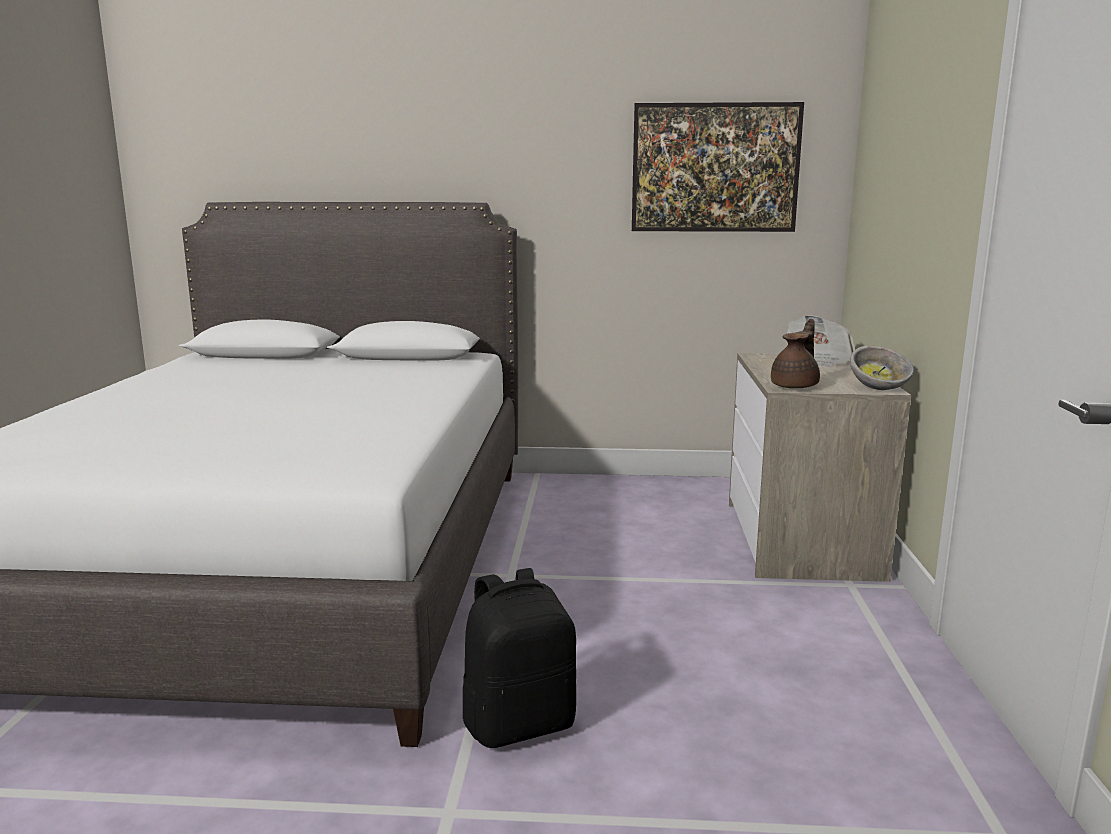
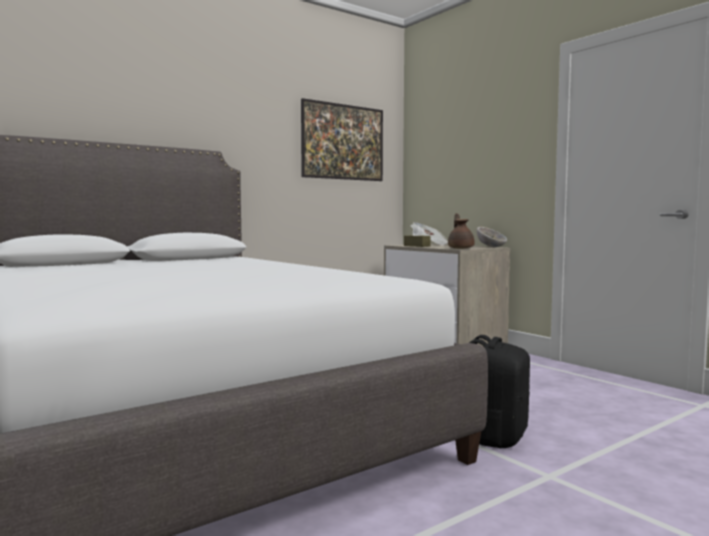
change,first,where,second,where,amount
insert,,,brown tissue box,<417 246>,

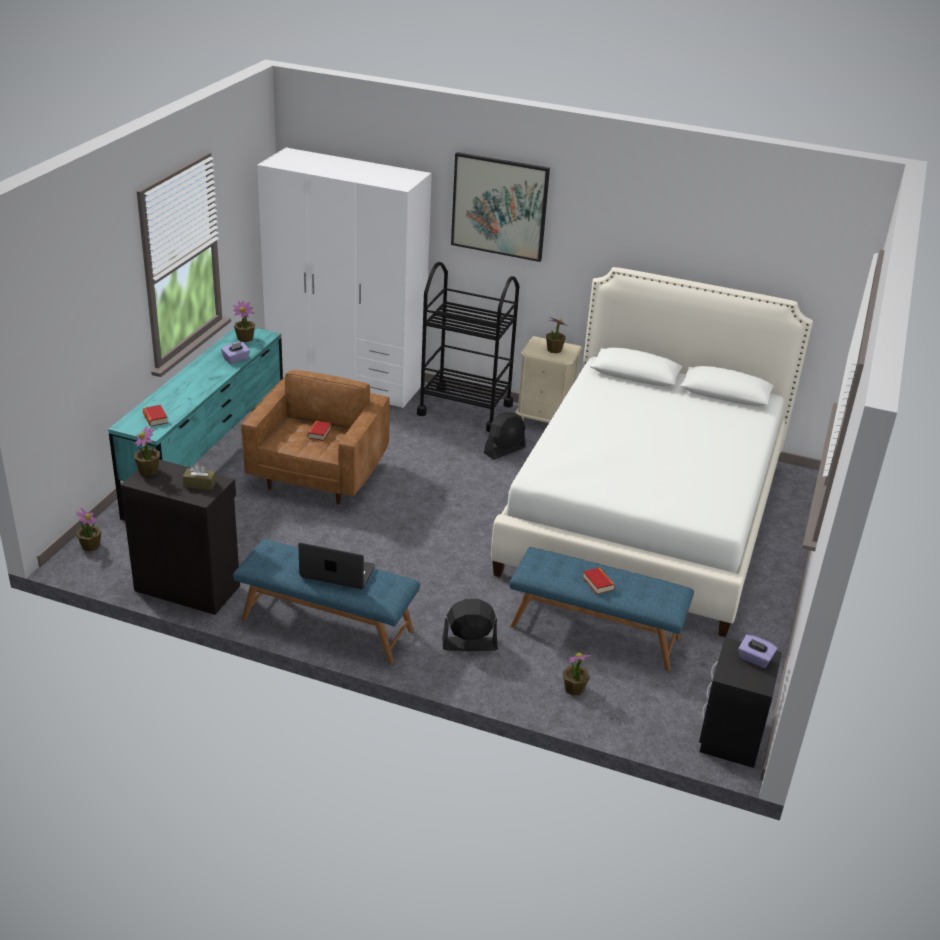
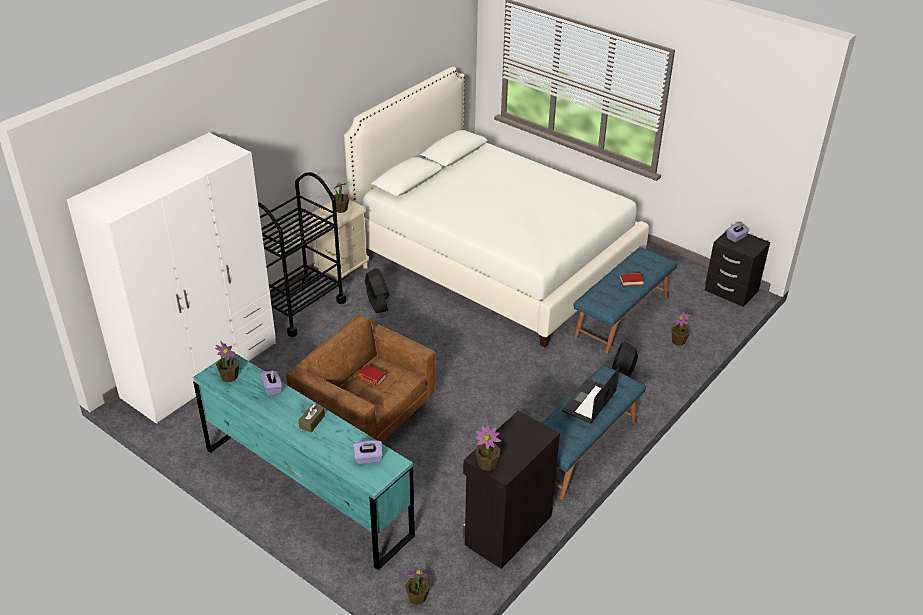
change,first,where,second,where,amount
delete,wall art,<499 206>,,,
replace,bound book,<155 418>,purple-coloured tissue box,<368 459>,
move,brown tissue box,<199 484>,,<312 422>,

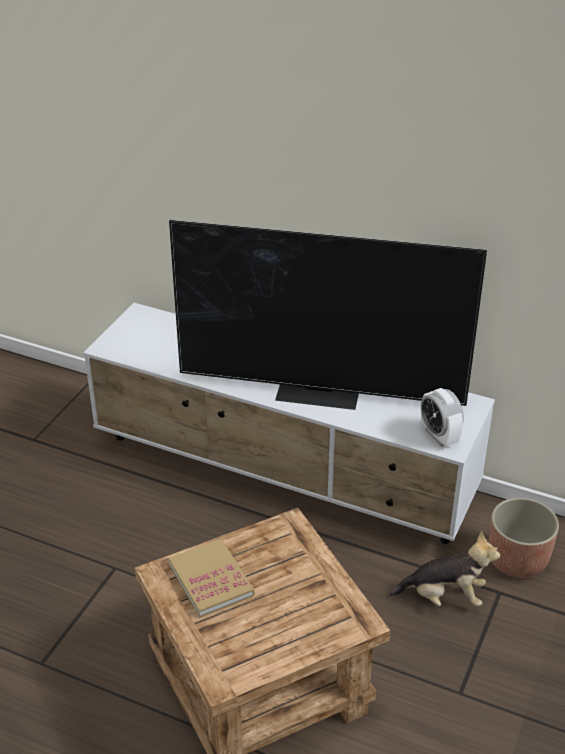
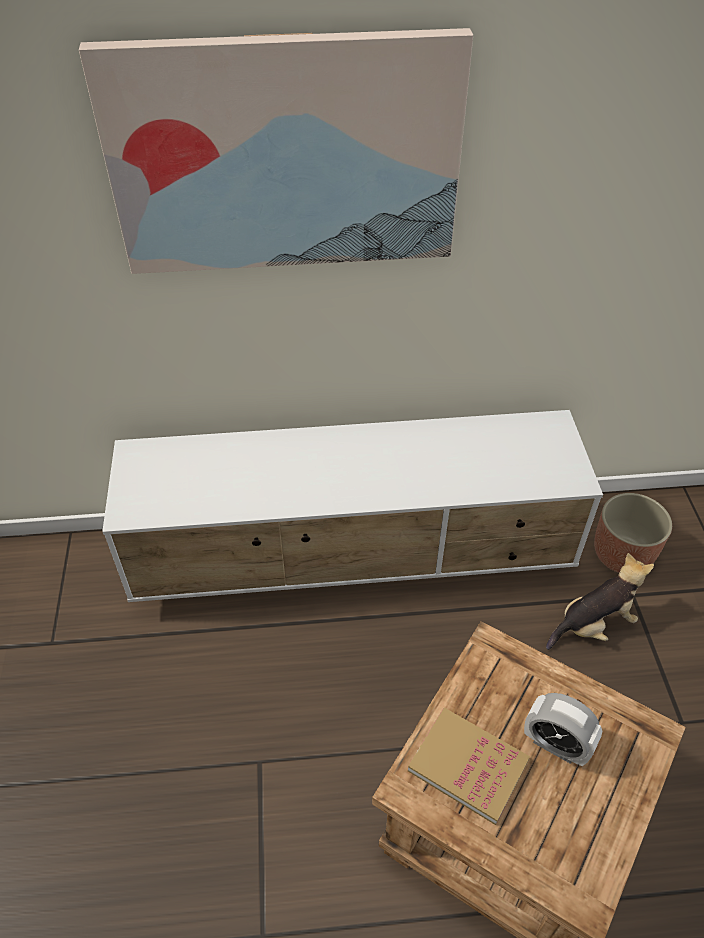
change,first,where,second,where,amount
delete,TV,<320 391>,,,
move,bedside clock,<439 436>,,<555 744>,
insert,,,wall art,<285 156>,

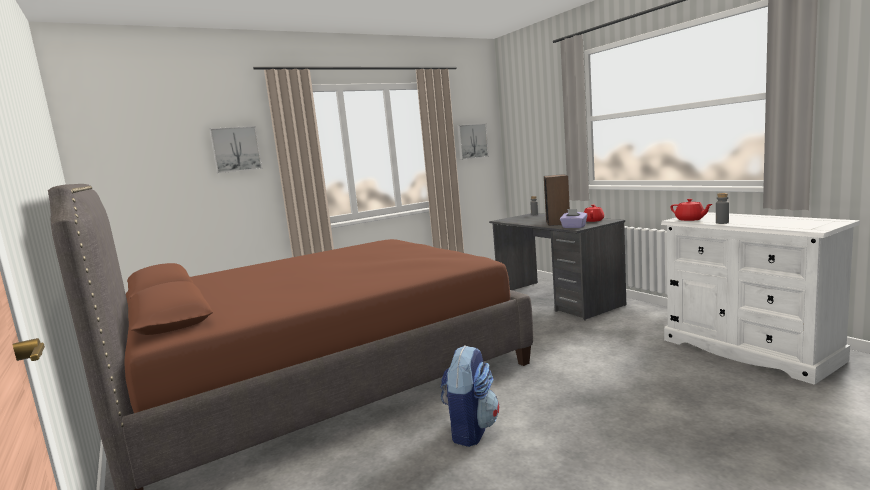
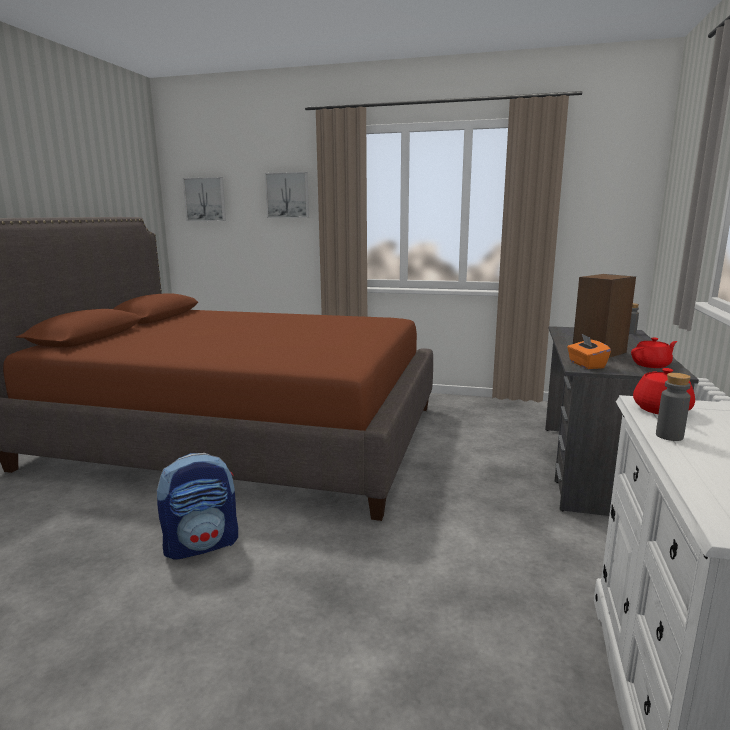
change,first,where,second,where,amount
move,wall art,<472 141>,,<205 199>,
recolor,purple-coloured tissue box,<573 227>,orangey tissue box,<586 365>,

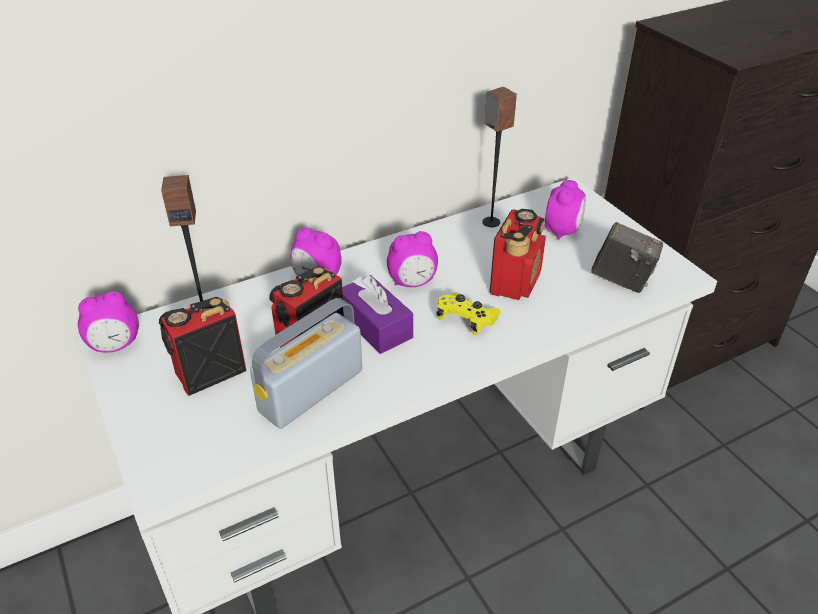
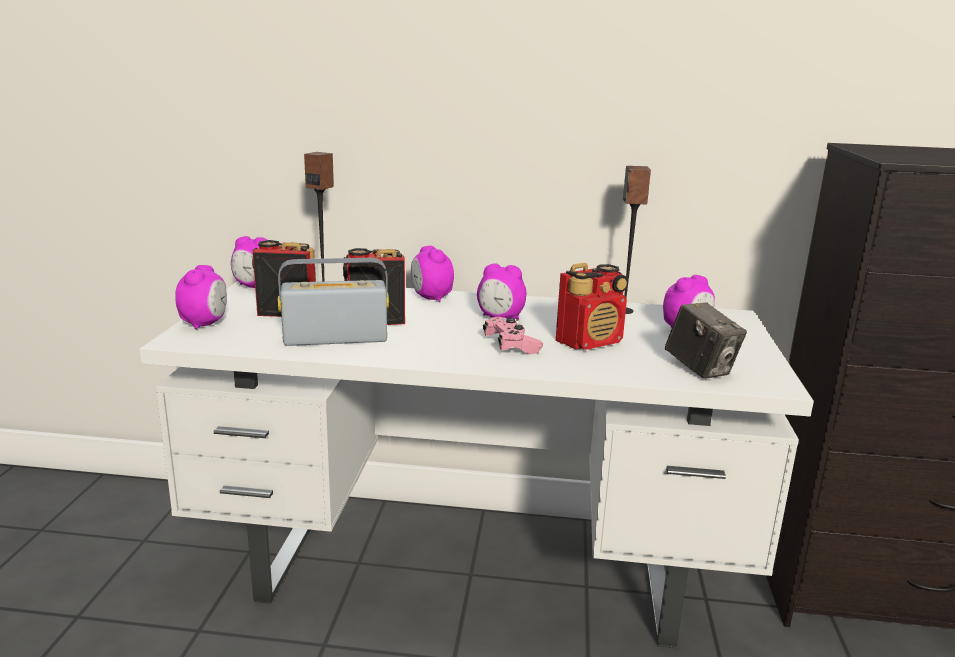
change,first,where,second,where,amount
delete,purple-coloured tissue box,<375 325>,,,
recolor,yellow-coloured joypad,<466 320>,pink joypad,<511 346>,
insert,,,bedside clock,<205 324>,

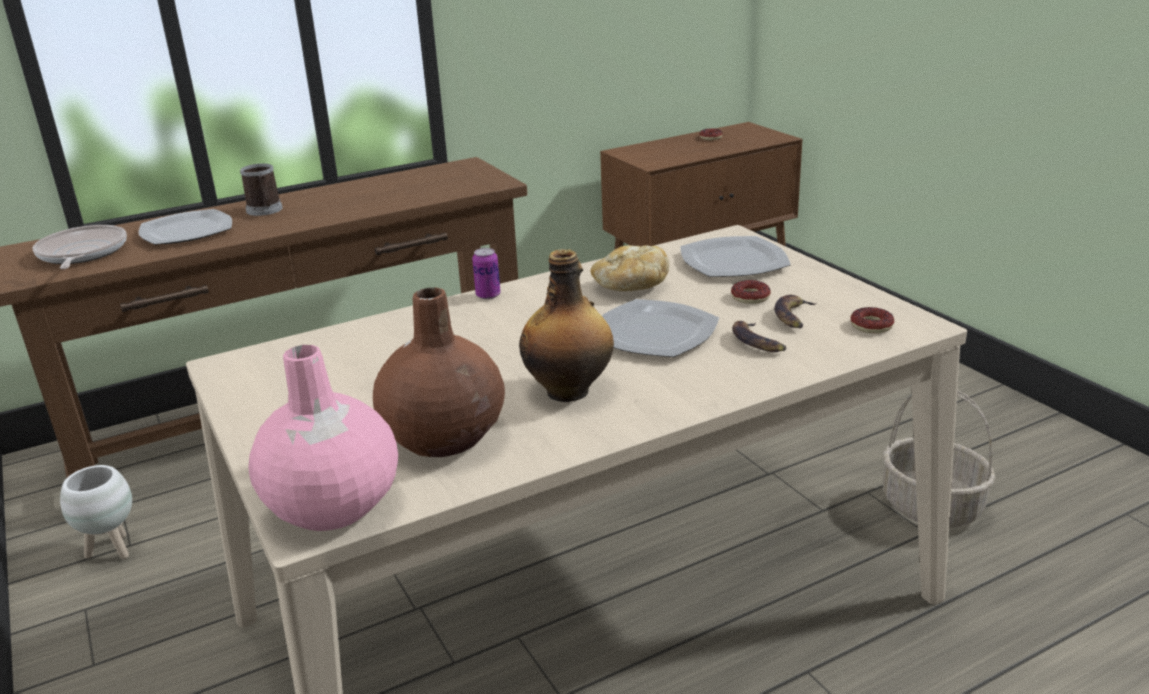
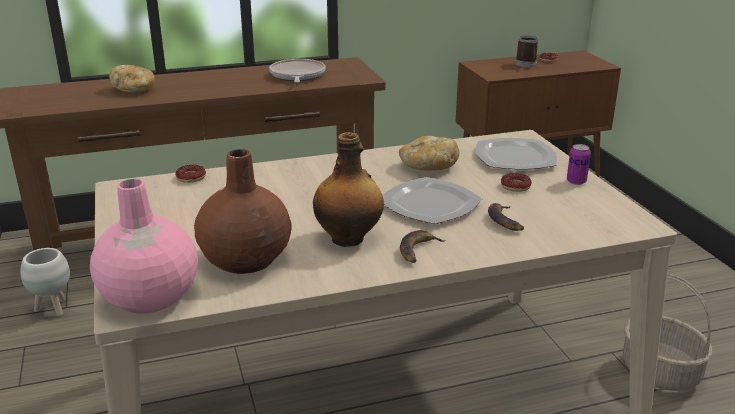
change,first,where,second,where,amount
move,tea mug,<265 211>,,<527 64>,
replace,dinner plate,<187 231>,bakery bread,<134 90>,
move,frying pan,<81 254>,,<297 76>,
move,metal can,<488 295>,,<576 181>,
move,whole banana,<794 316>,,<418 250>,
move,ring doughnut,<871 326>,,<191 177>,

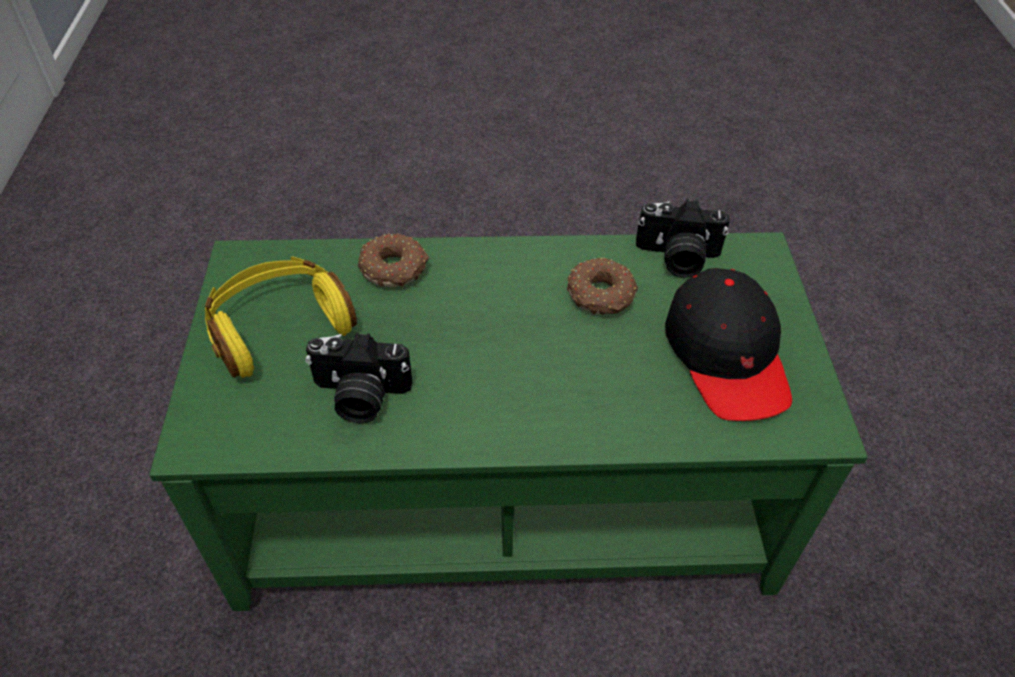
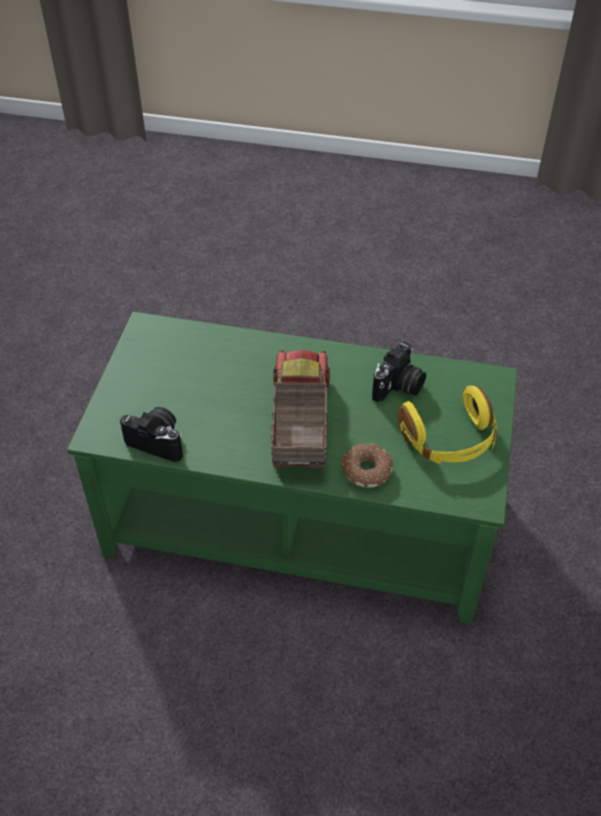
change,first,where,second,where,amount
delete,ring doughnut,<600 296>,,,
delete,black baseball cap,<726 356>,,,
rotate,still camera,<360 396>,,<399 387>,105 degrees clockwise
insert,,,toy lorry,<298 425>,

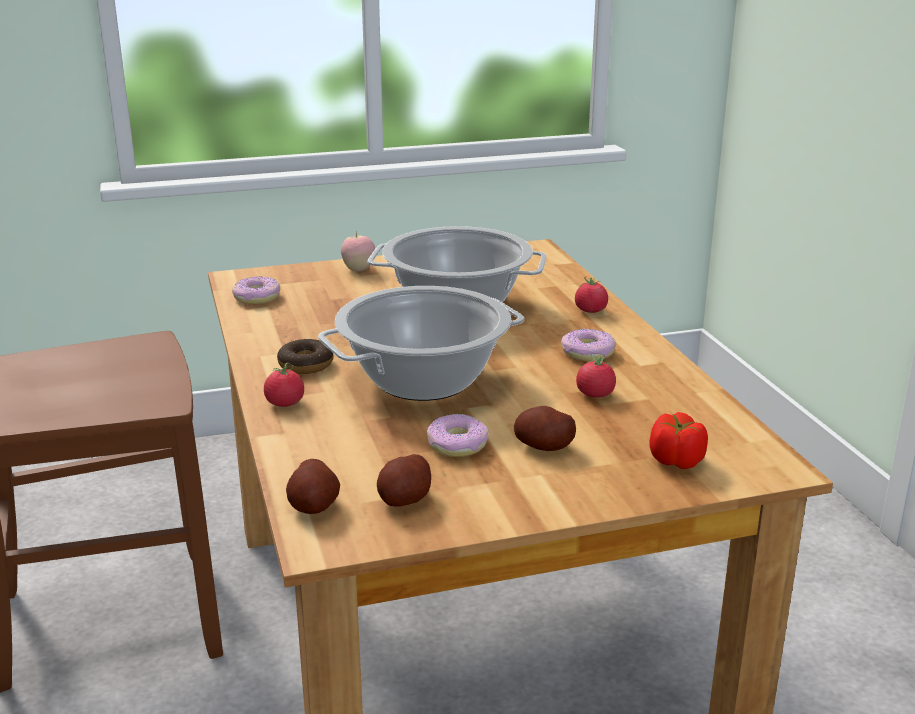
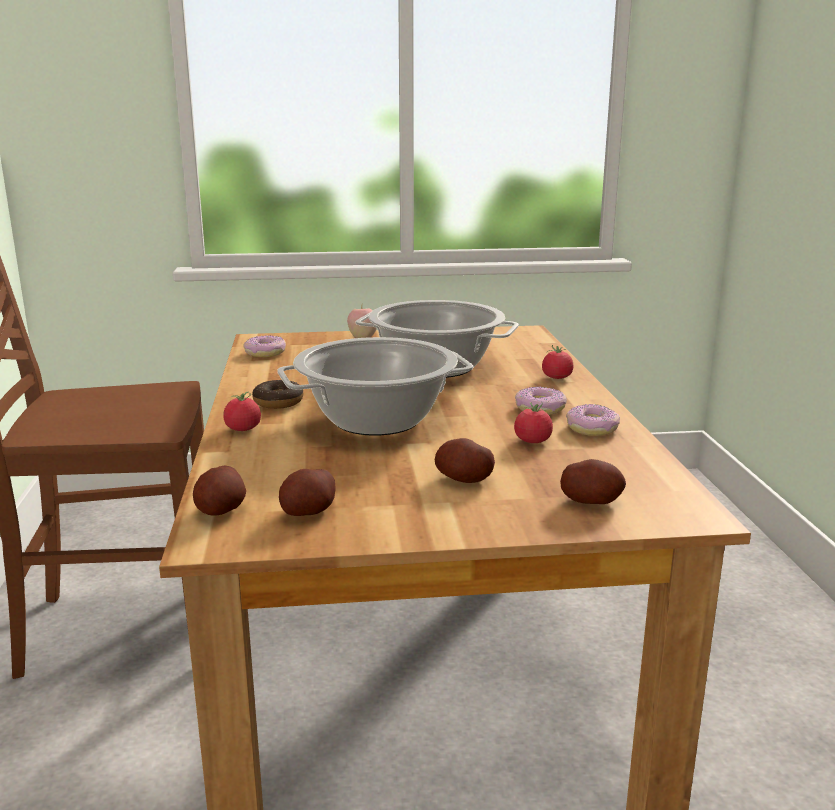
change,first,where,second,where,amount
replace,tomato,<676 461>,spud,<591 501>,
move,ring doughnut,<457 444>,,<592 428>,

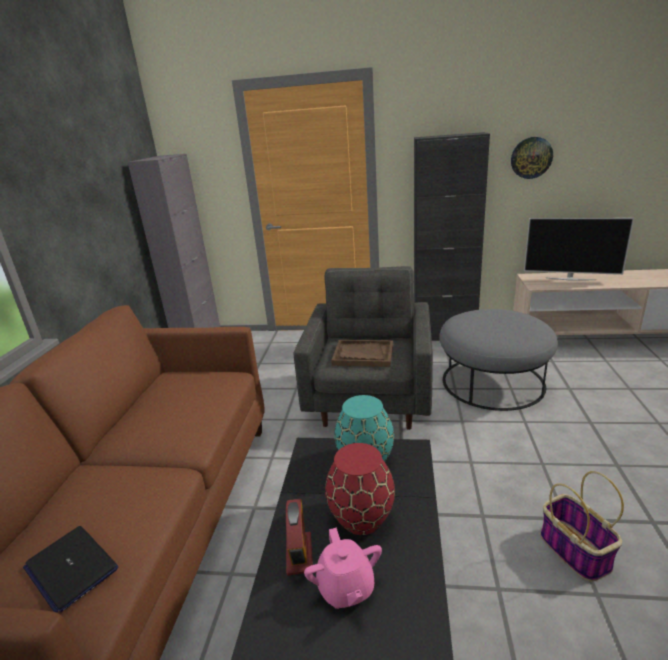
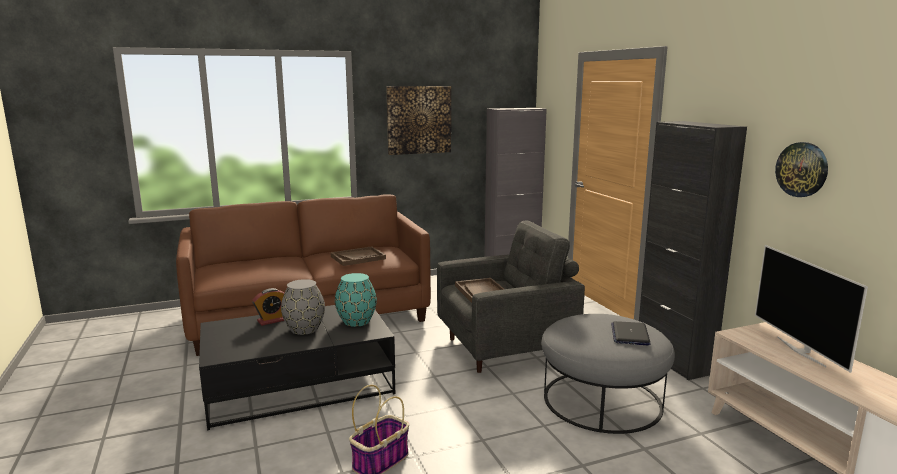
change,first,where,second,where,amount
recolor,red-coloured flower vase,<360 518>,grey flower vase,<304 329>,
move,laptop,<71 568>,,<630 334>,
delete,pink tea pot,<346 588>,,,
insert,,,wall art,<419 120>,
insert,,,brown carrying tray,<358 257>,

